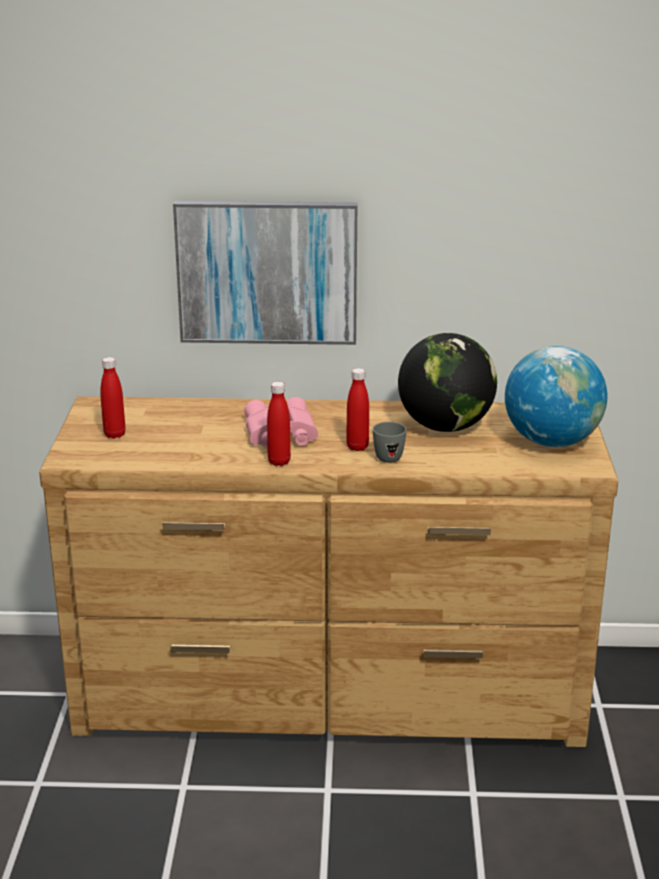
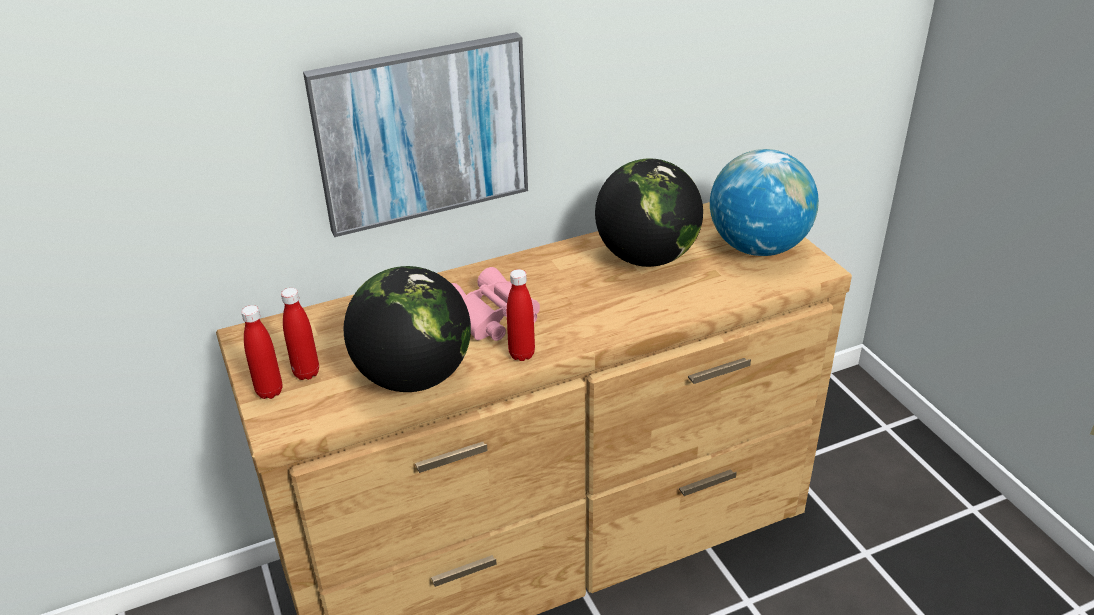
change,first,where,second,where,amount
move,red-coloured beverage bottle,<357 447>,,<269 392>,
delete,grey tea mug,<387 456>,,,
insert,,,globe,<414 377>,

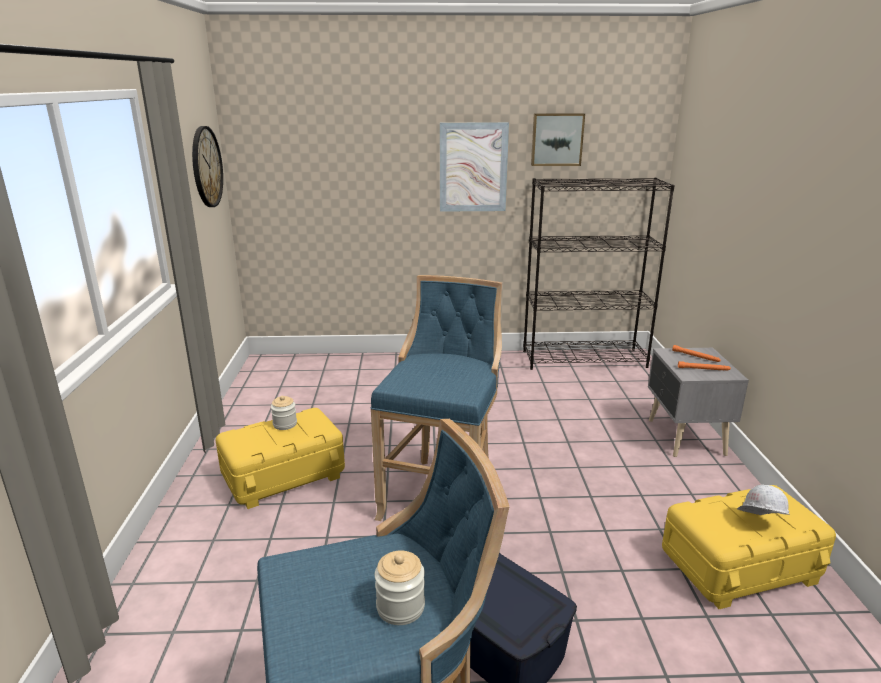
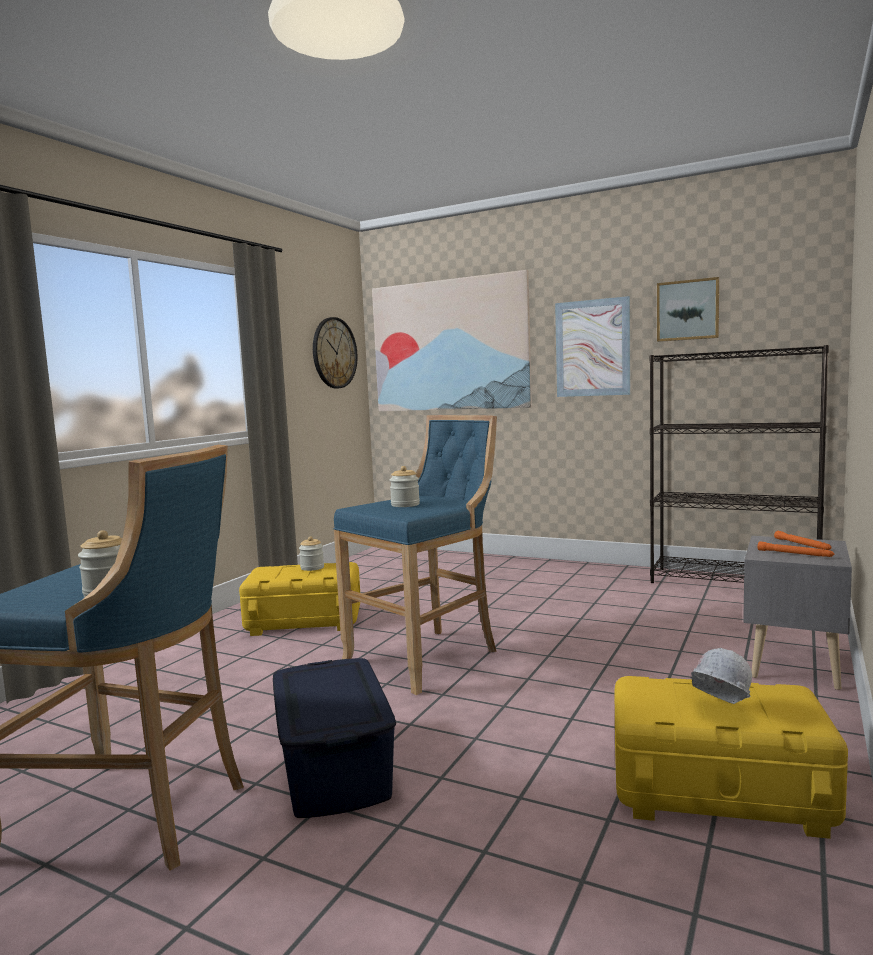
change,first,where,second,where,amount
insert,,,wall art,<450 345>,
insert,,,preserve jar,<405 505>,

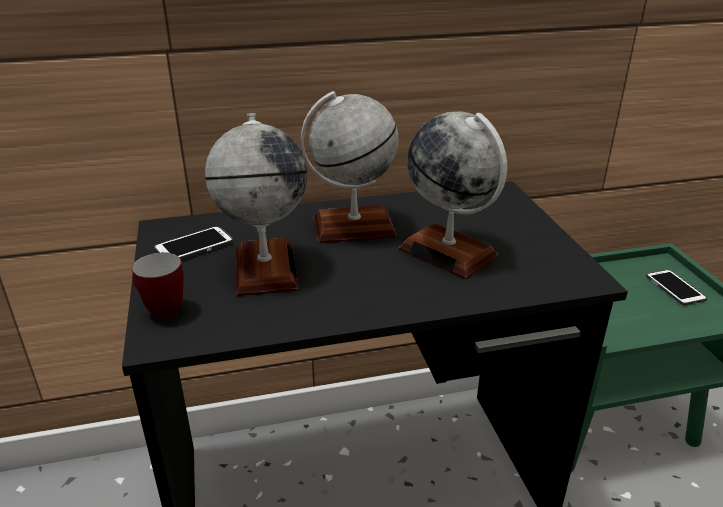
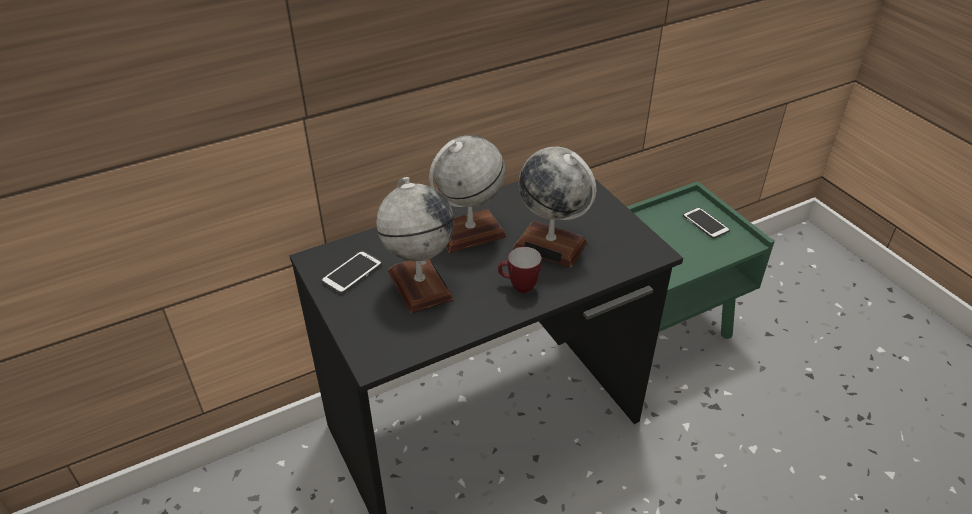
change,first,where,second,where,amount
move,tea mug,<160 311>,,<518 287>,

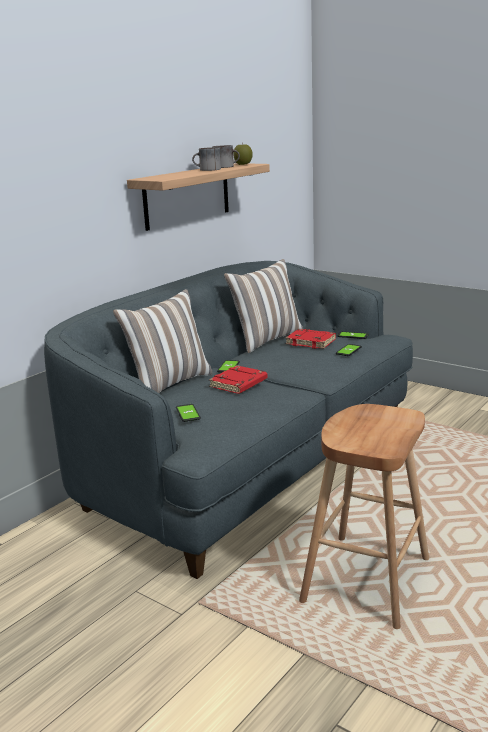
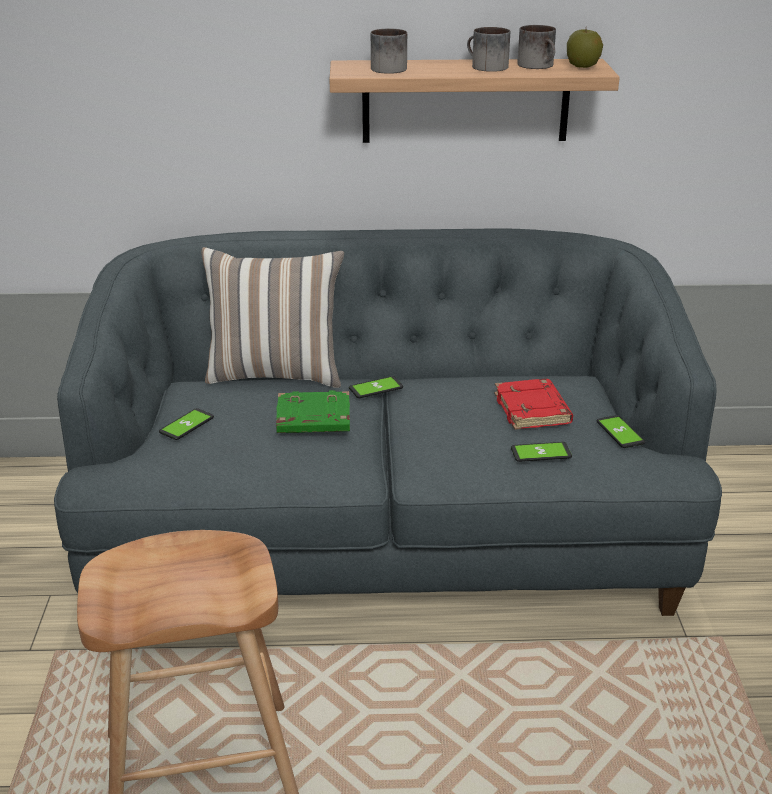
change,first,where,second,where,amount
delete,pillow,<266 340>,,,
recolor,red-coloured bound book,<239 384>,greenish bound book,<312 420>,
insert,,,tea mug,<389 68>,

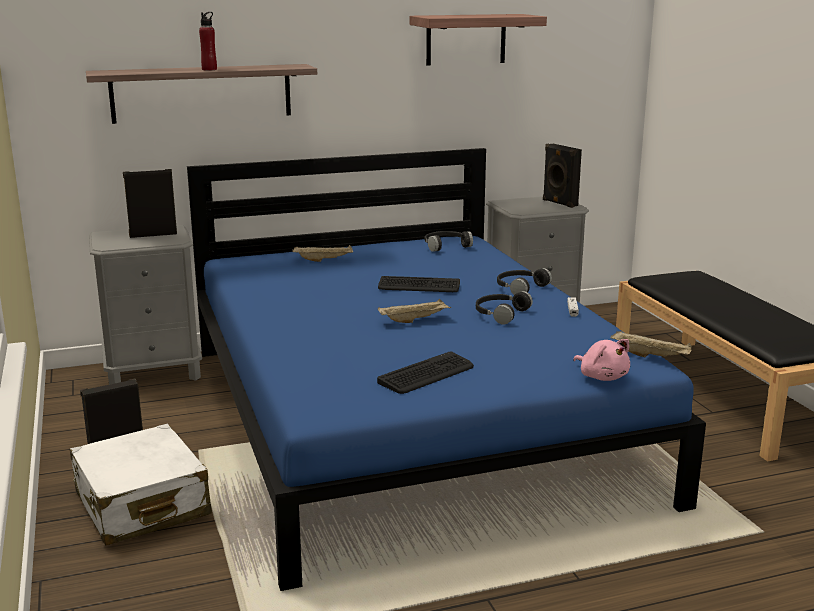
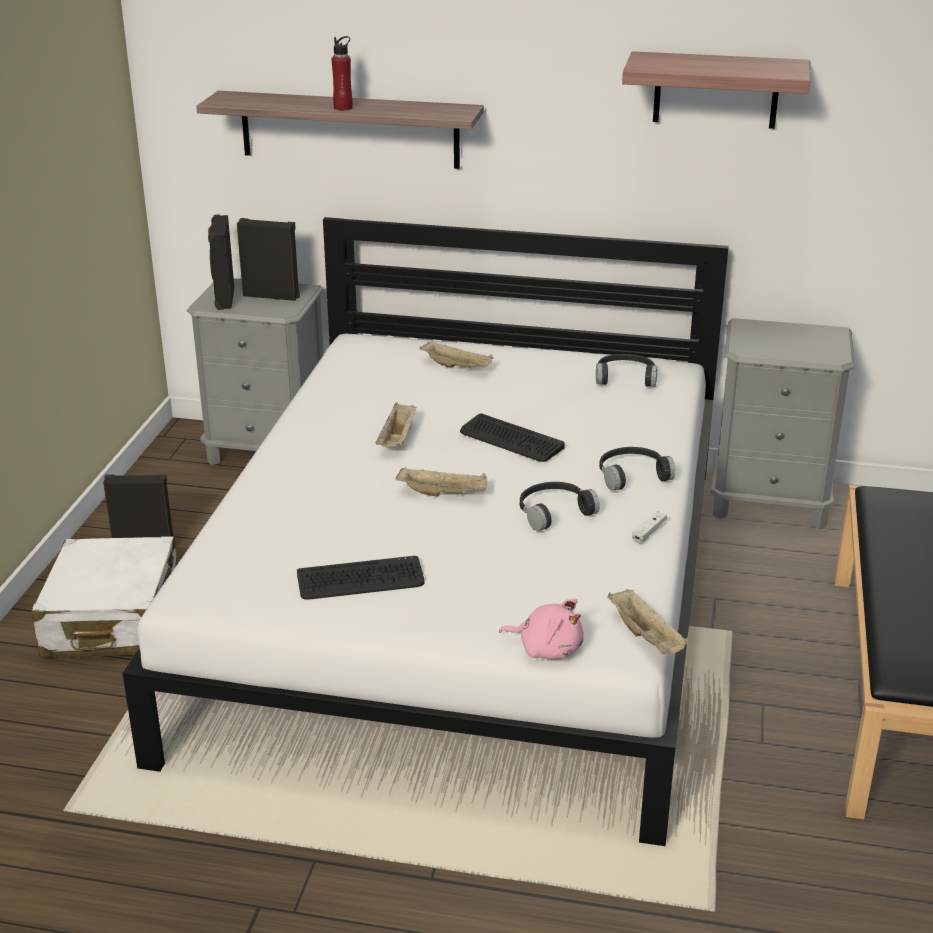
change,first,where,second,where,amount
move,black loudspeaker,<559 203>,,<223 298>,
recolor,blue bedroom bed,<408 418>,whitish bedroom bed,<468 599>,
rotate,pink soft toy,<602 376>,,<547 648>,60 degrees counterclockwise
insert,,,sand-coloured carrying tray,<397 439>,

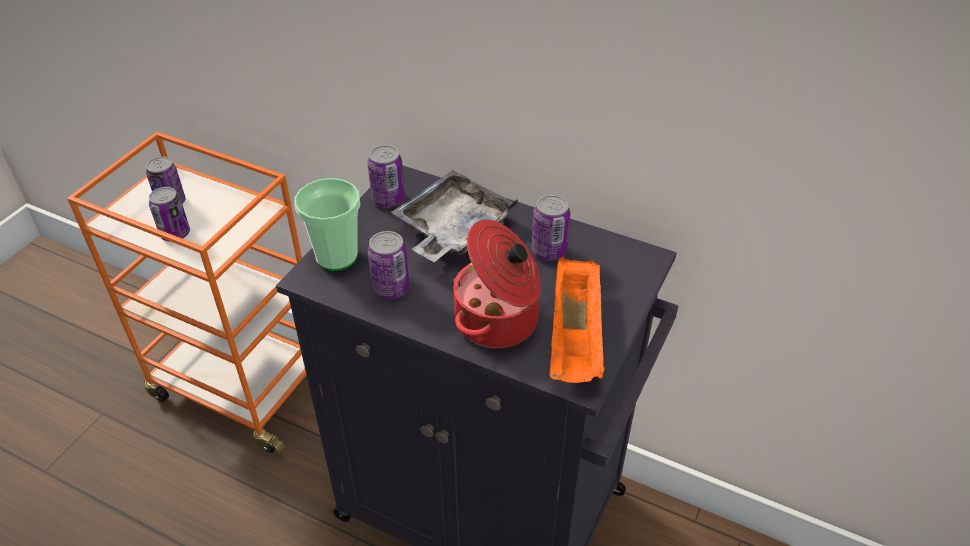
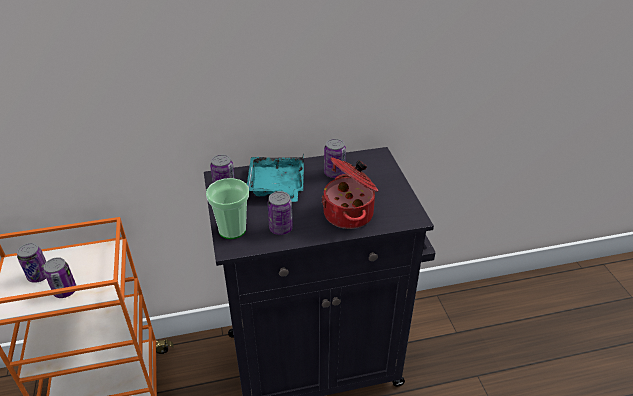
change,first,where,second,where,amount
recolor,grey carrying tray,<452 229>,turquoise-coloured carrying tray,<277 187>,
delete,orangey carrying tray,<575 339>,,,

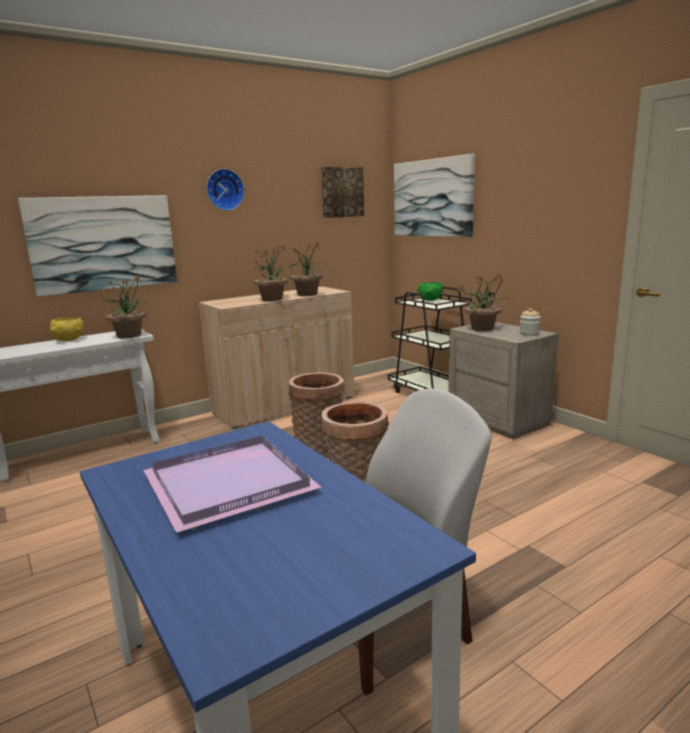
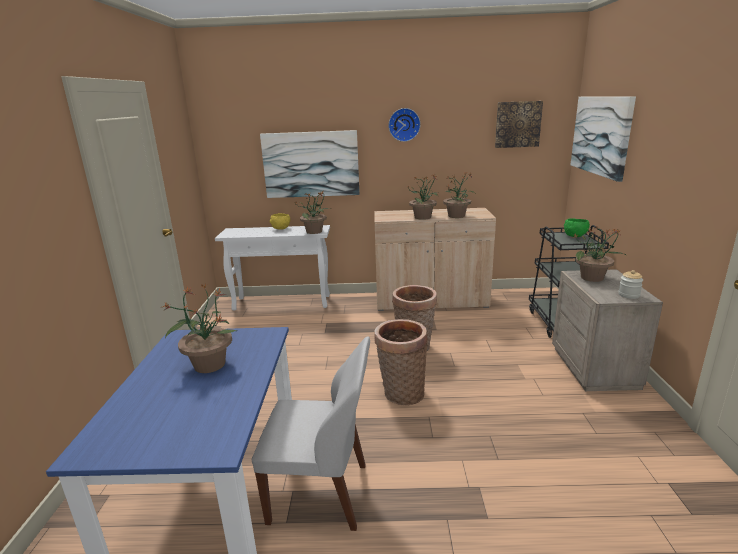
change,first,where,second,where,amount
replace,purple-coloured carrying tray,<230 482>,plant in a pot,<209 364>,

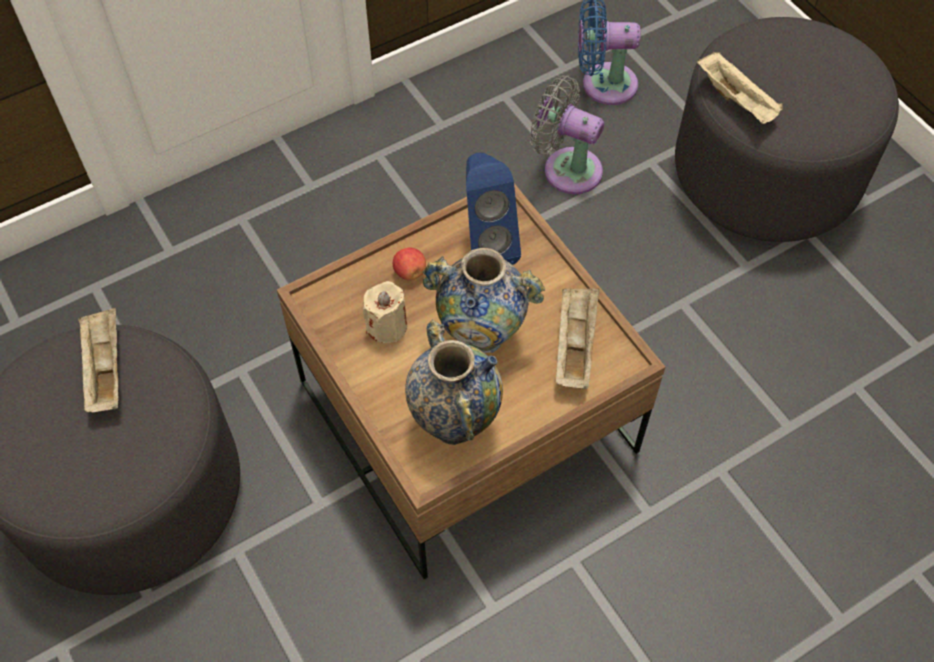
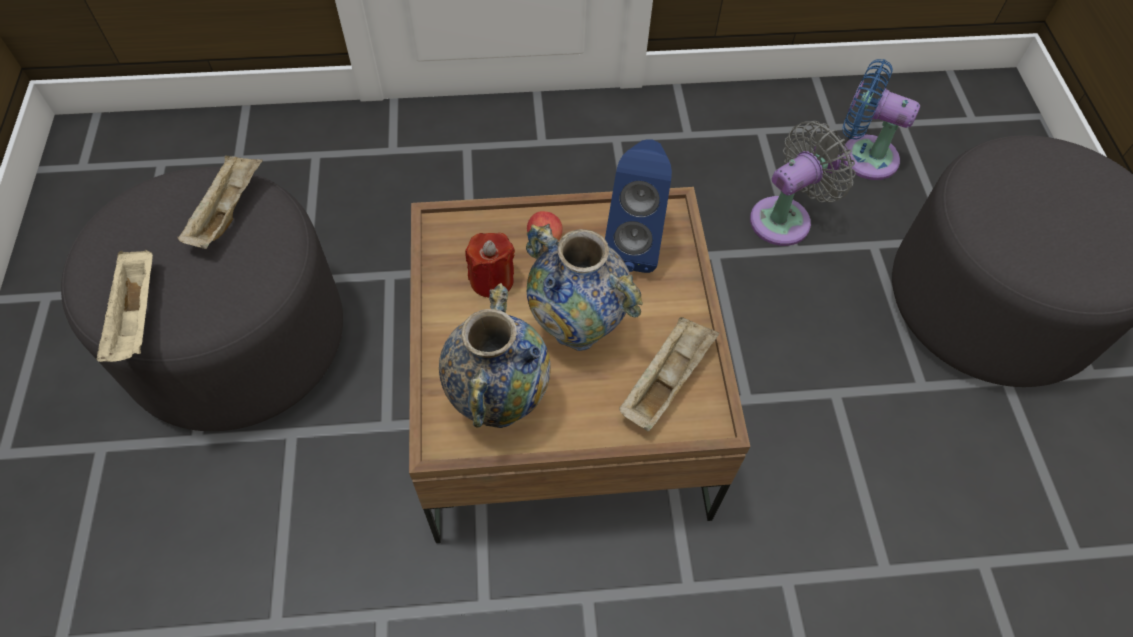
change,first,where,second,where,amount
move,sand-coloured carrying tray,<737 100>,,<137 318>,
rotate,grey cooling fan,<566 168>,,<785 218>,90 degrees clockwise
recolor,sand-coloured wax candle,<387 326>,red-coloured wax candle,<492 280>,

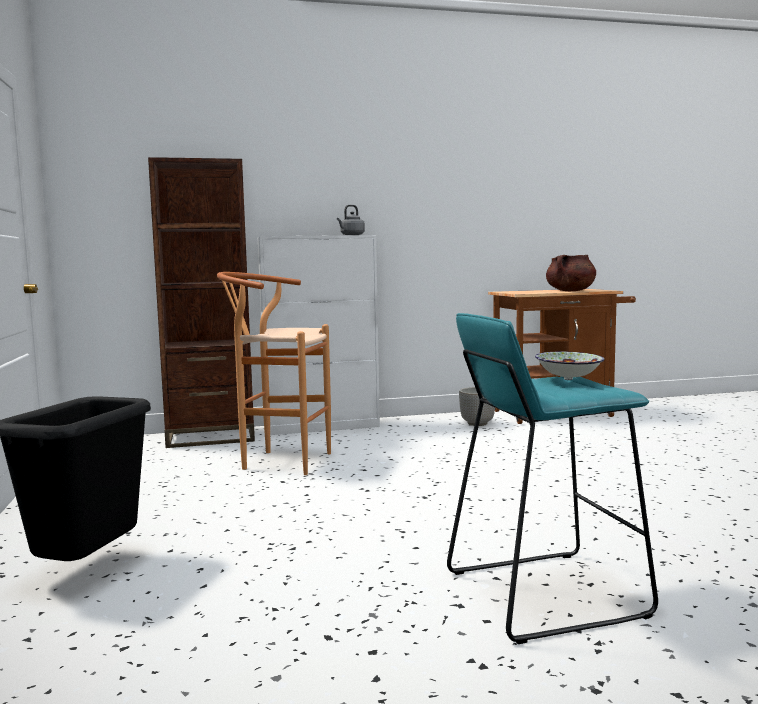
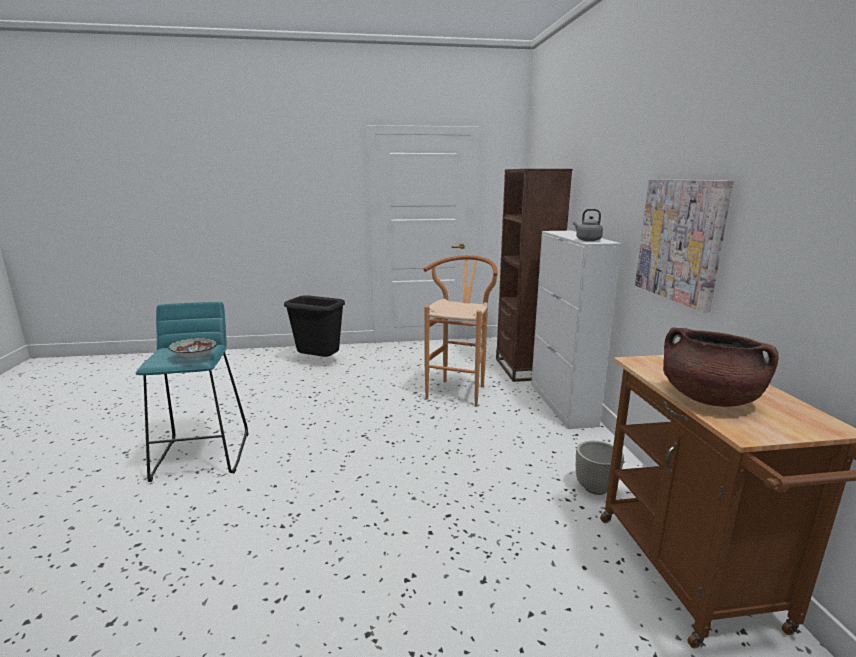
change,first,where,second,where,amount
insert,,,wall art,<680 240>,

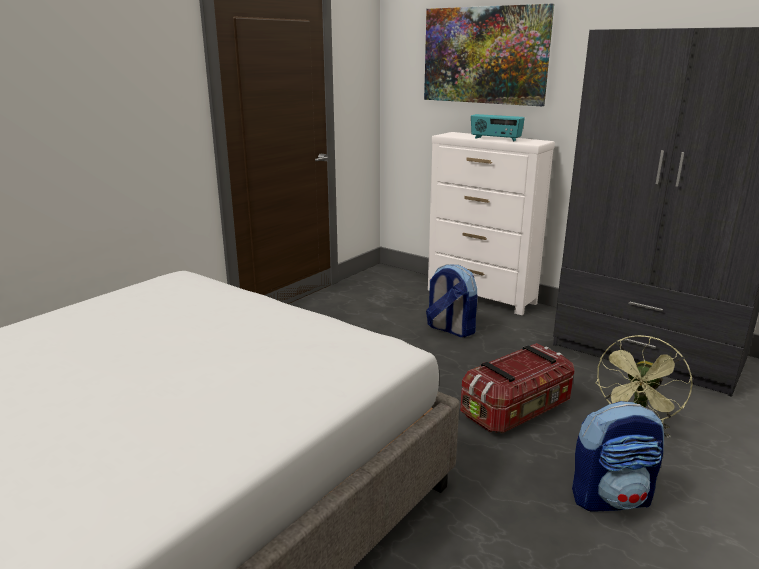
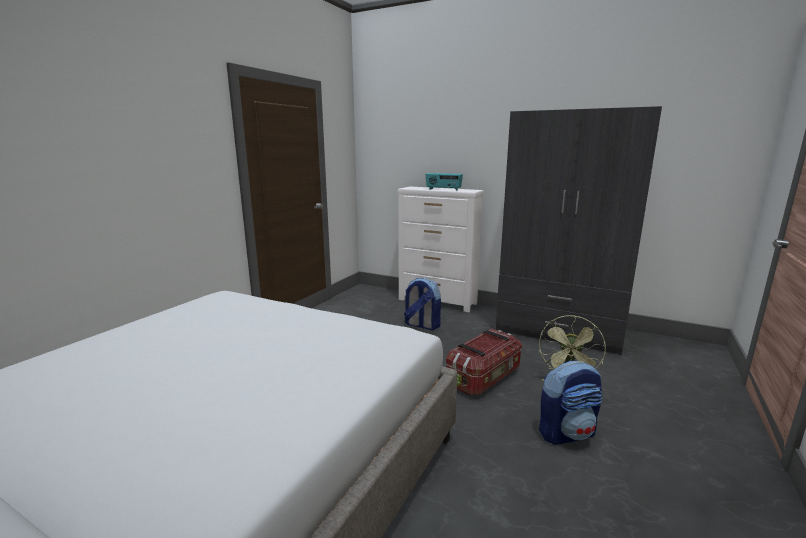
change,first,where,second,where,amount
delete,wall art,<484 55>,,,

